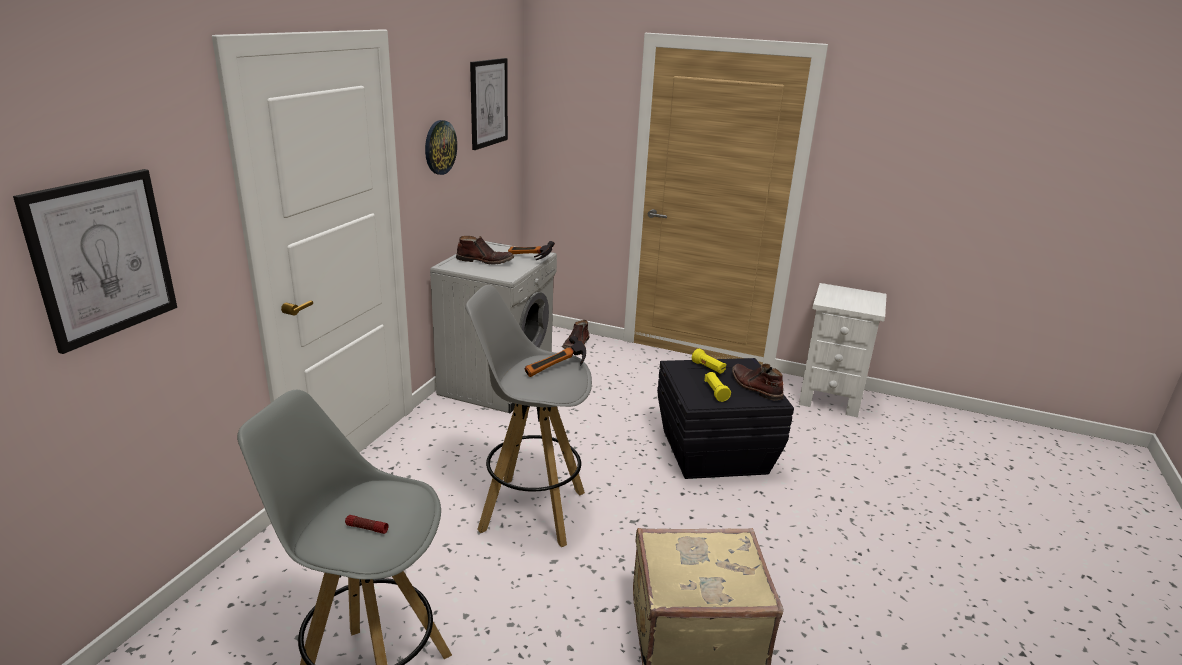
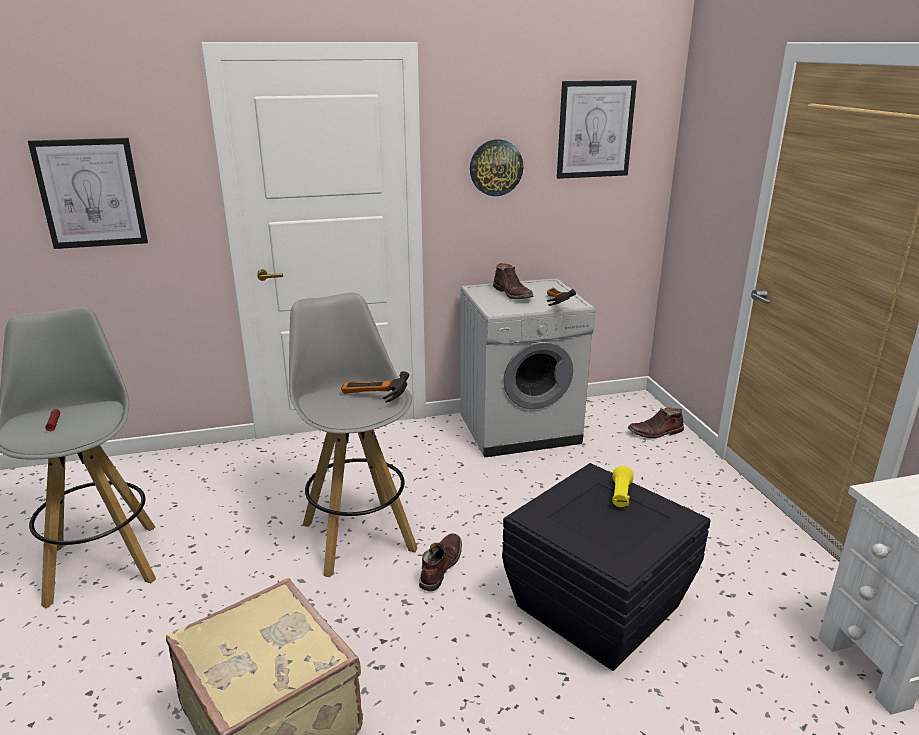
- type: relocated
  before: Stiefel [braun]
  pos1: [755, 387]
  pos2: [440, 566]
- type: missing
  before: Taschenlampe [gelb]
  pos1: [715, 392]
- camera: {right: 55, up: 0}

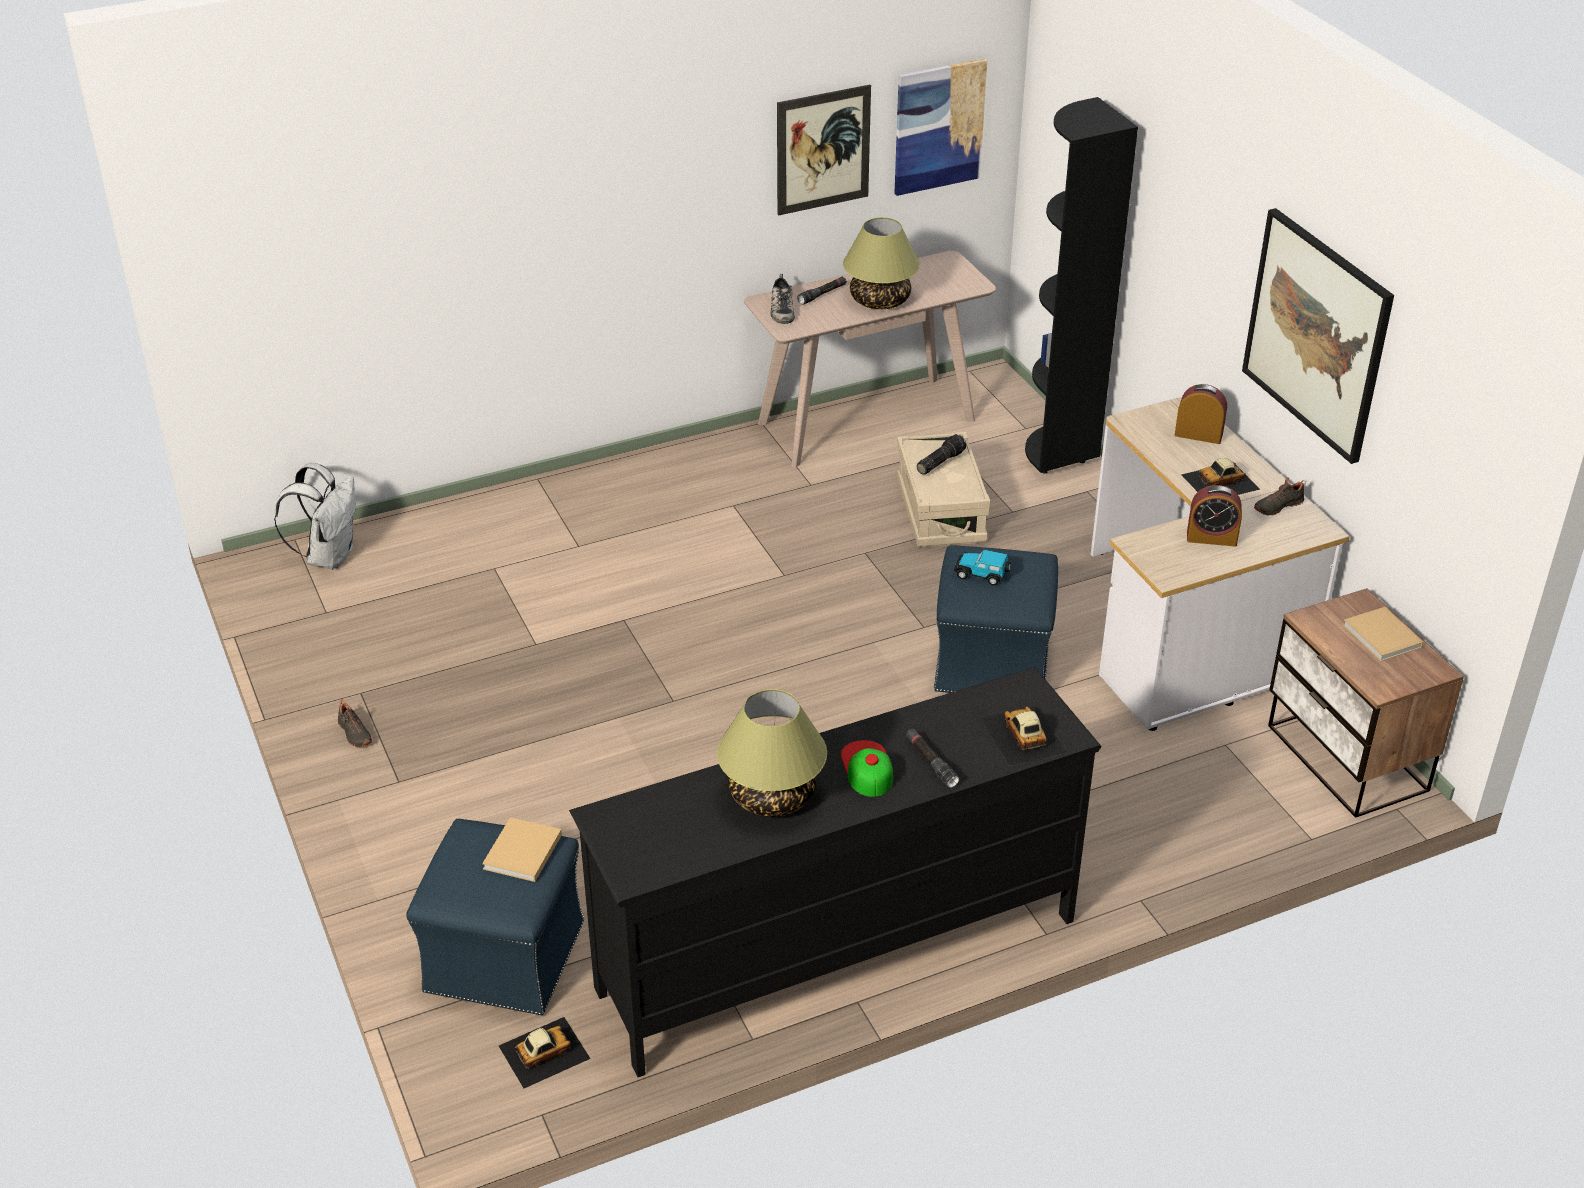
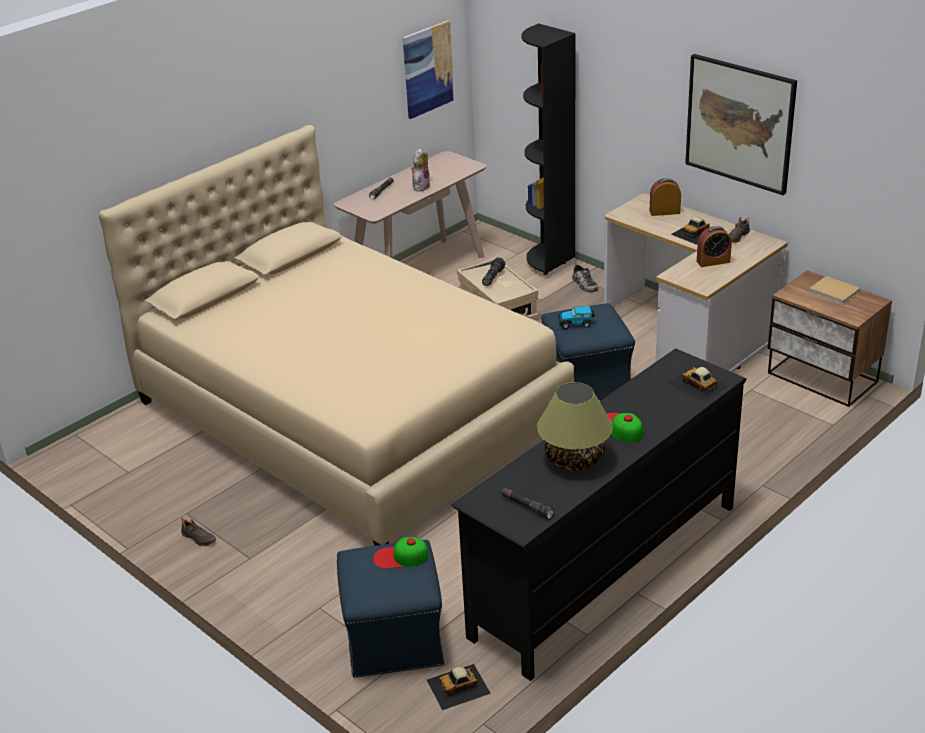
- type: missing
  before: Bild
  pos1: [823, 150]
- type: exchanged
  before: Tischlampe
  after: Plüschtier
  pos1: [880, 301]
  pos2: [421, 186]
- type: relocated
  before: Schuh
  pos1: [781, 309]
  pos2: [583, 284]
- type: missing
  before: Rucksack [weiß]
  pos1: [329, 556]
- type: relocated
  before: Taschenlampe [schwarz]
  pos1: [931, 762]
  pos2: [526, 506]
- type: exchanged
  before: Buch [beige]
  after: Kappe
  pos1: [521, 853]
  pos2: [400, 557]
- type: spun
  before: Spielzeugauto
  pos1: [543, 1052]
  pos2: [458, 686]
  turn: -150
- type: appeared
  after: Bett [beige]
  pos2: [350, 413]
- camera: {right: -20, up: -5}

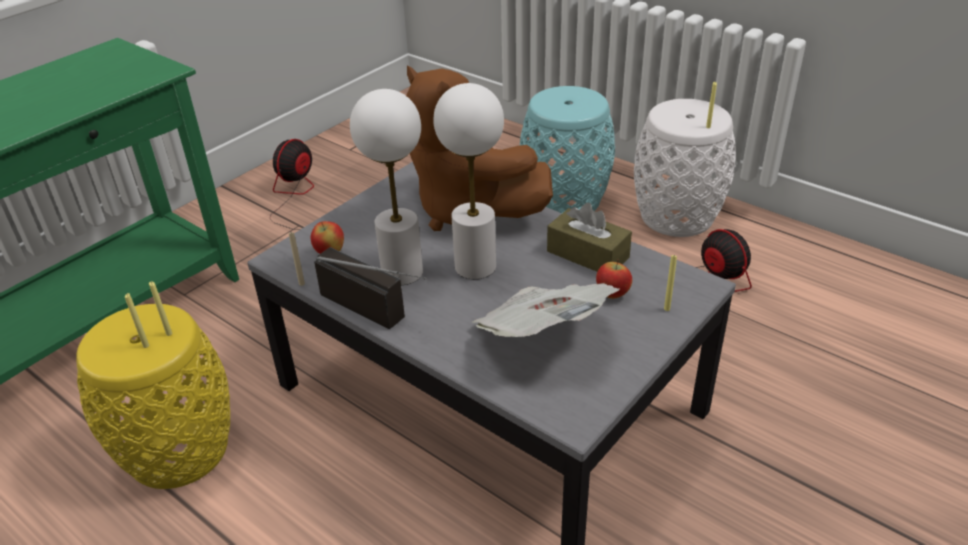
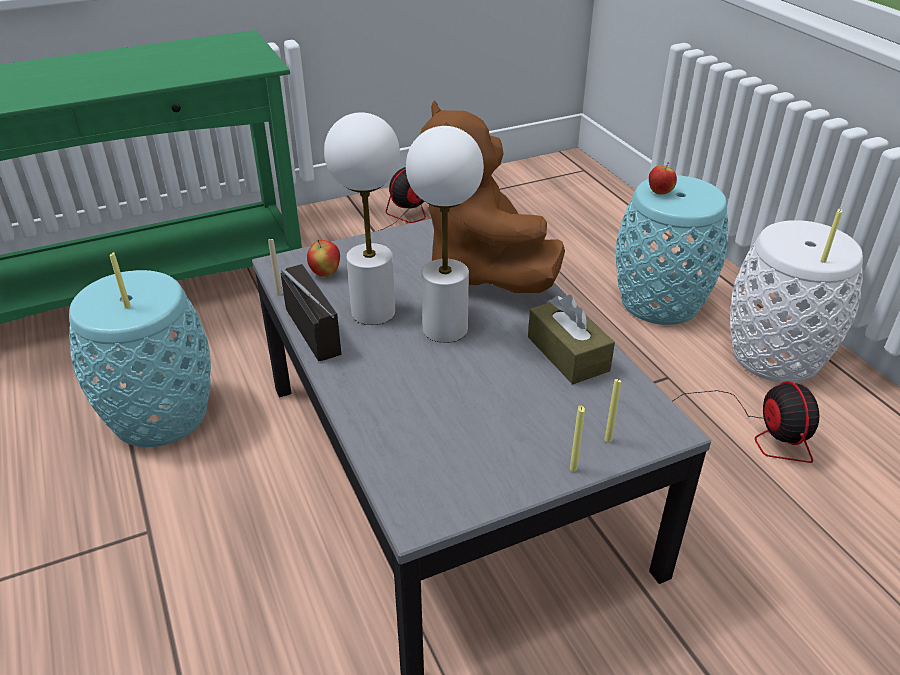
- type: relocated
  before: Apfel
  pos1: [612, 294]
  pos2: [660, 193]
- type: relocated
  before: Kerze [gelb]
  pos1: [169, 334]
  pos2: [573, 468]
- type: missing
  before: Zeitung
  pos1: [542, 335]
- type: colour
  before: Hocker [gelb]
  after: Hocker [türkis]
  pos1: [178, 451]
  pos2: [160, 415]
- camera: {right: 25, up: 0}

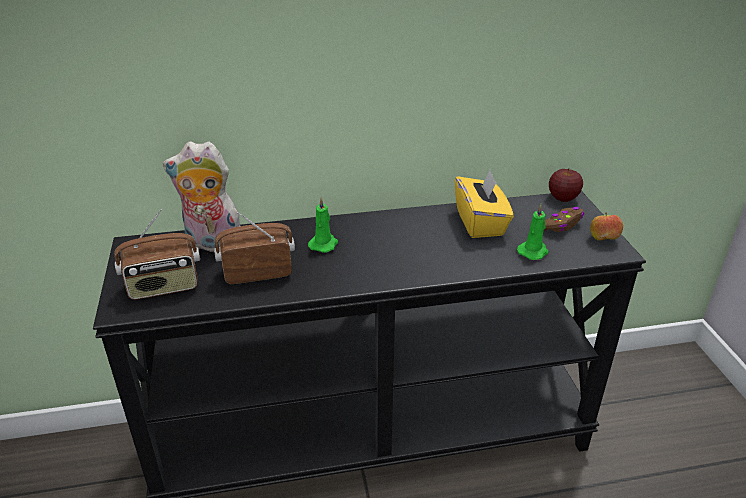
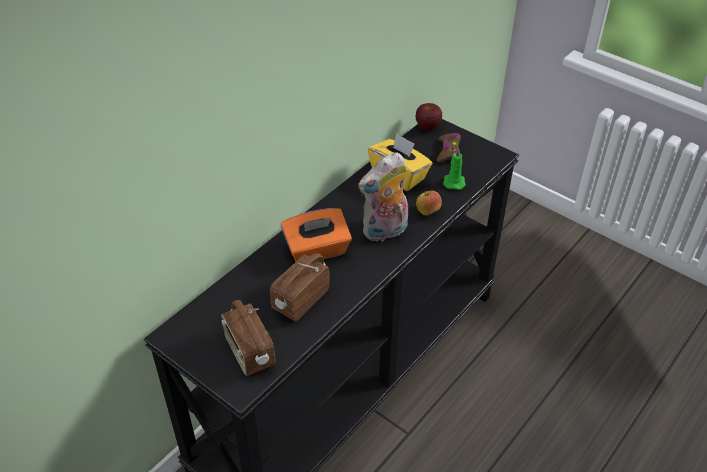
- type: relocated
  before: Plüschtier
  pos1: [211, 244]
  pos2: [385, 232]
- type: exchanged
  before: Kerze [grün]
  after: Taschentuchbox [orange]
  pos1: [324, 244]
  pos2: [317, 251]
- type: spun
  before: Radio
  pos1: [163, 287]
  pos2: [249, 352]
  turn: 120
- type: relocated
  before: Apfel
  pos1: [603, 239]
  pos2: [427, 211]
- camera: {right: -40, up: 10}

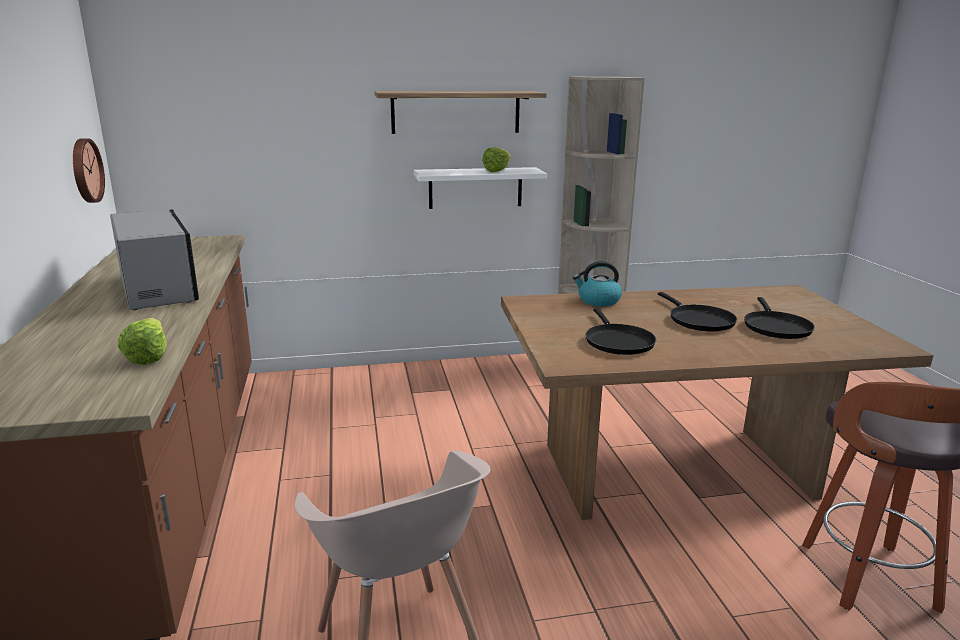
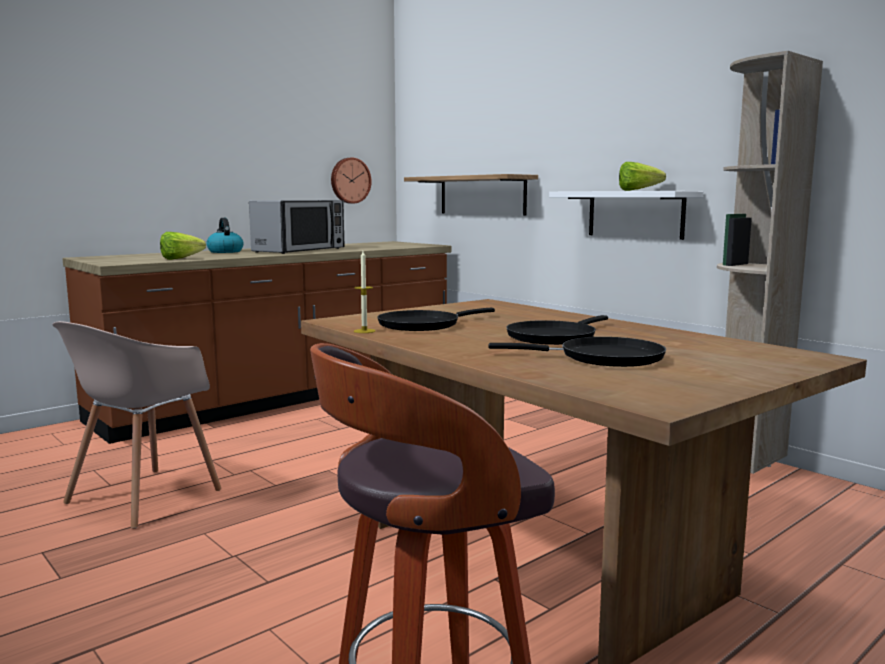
- type: relocated
  before: Wandregal
  pos1: [456, 112]
  pos2: [482, 195]
- type: relocated
  before: Wasserkessel
  pos1: [598, 301]
  pos2: [225, 251]
- type: spun
  before: Pfanne [schwarz]
  pos1: [775, 327]
  pos2: [603, 358]
  turn: -150
- type: appeared
  after: Kerze
  pos2: [364, 331]
- camera: {right: 60, up: -10}

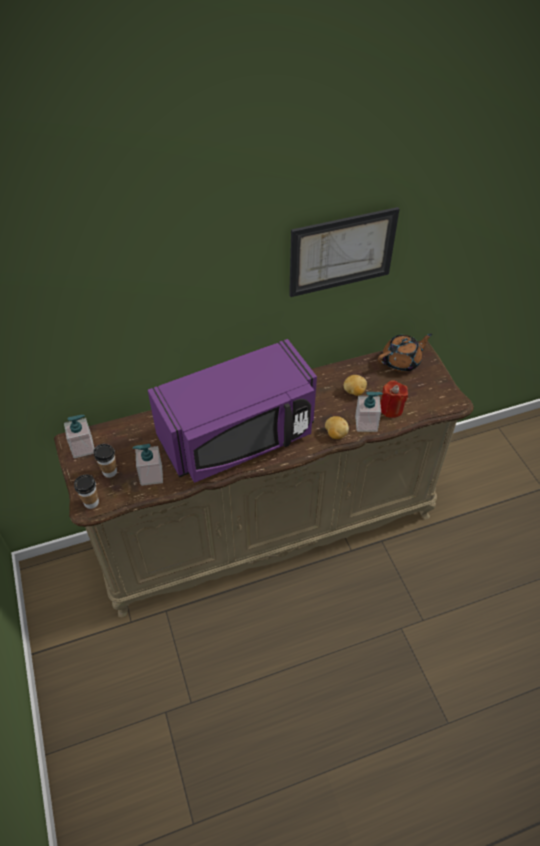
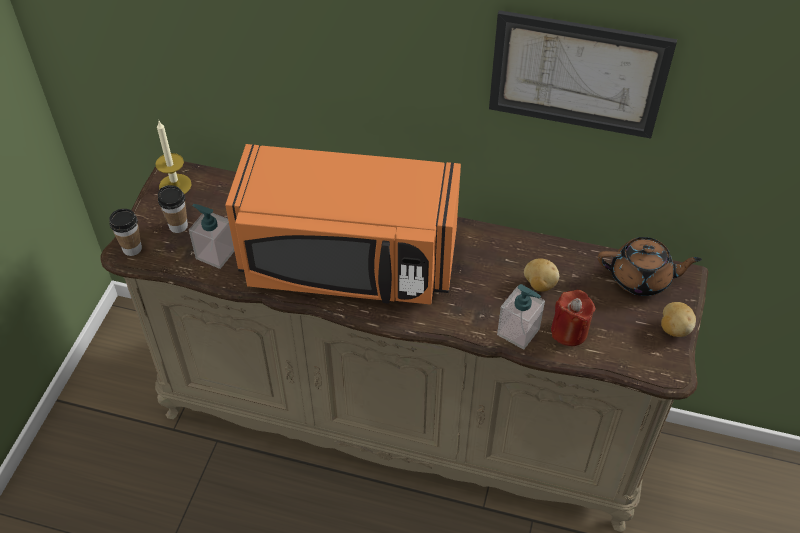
- type: colour
  before: Mikrowelle [lila]
  after: Mikrowelle [orange]
  pos1: [239, 437]
  pos2: [348, 263]
- type: exchanged
  before: Seifenspender
  after: Kerze
  pos1: [83, 448]
  pos2: [175, 185]
- type: relocated
  before: Kartoffel
  pos1: [335, 434]
  pos2: [674, 328]
- camera: {right: 35, up: 0}

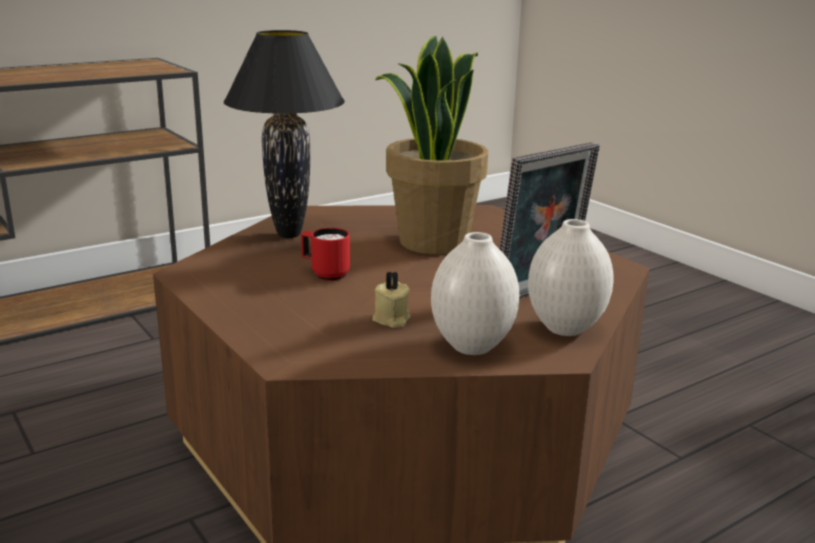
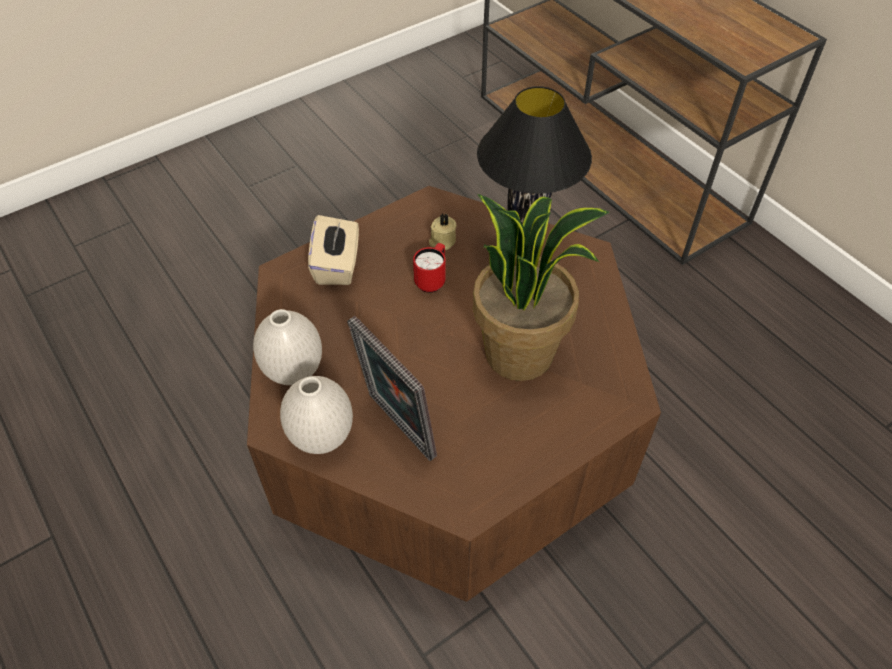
- type: relocated
  before: Kerze [beige]
  pos1: [391, 320]
  pos2: [442, 241]
- type: appeared
  after: Taschentuchbox [beige]
  pos2: [337, 265]
- camera: {right: 90, up: 30}

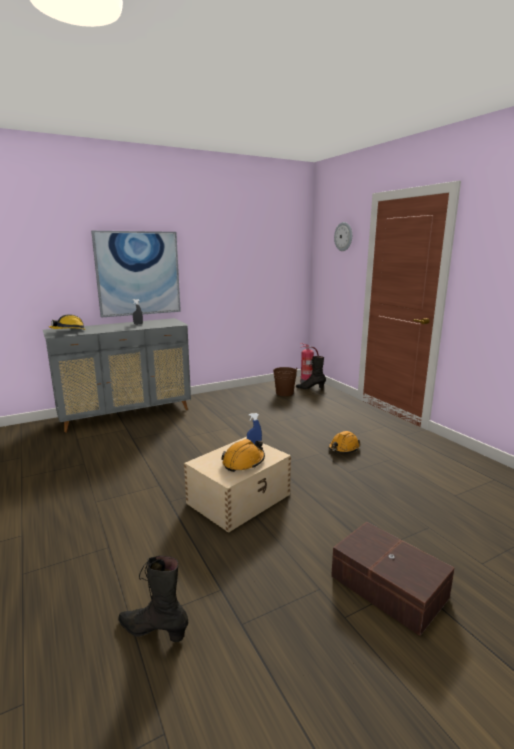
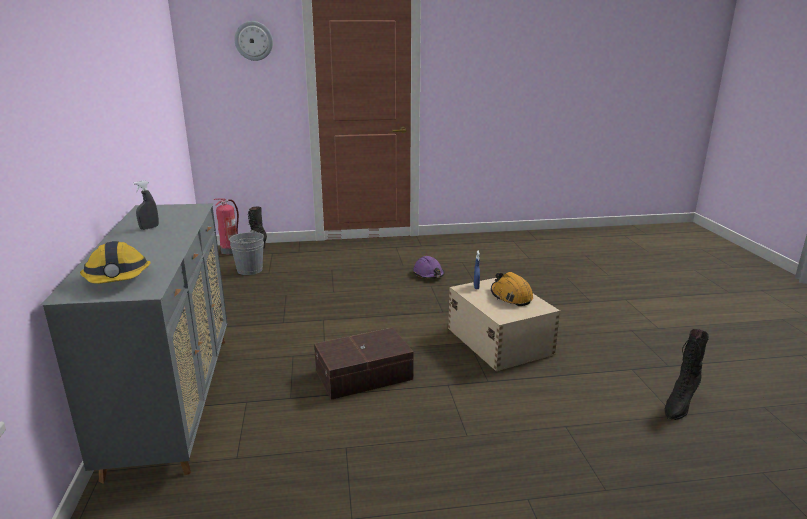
- type: missing
  before: Bild
  pos1: [138, 273]
- type: colour
  before: Eimer [braun]
  after: Eimer [grau]
  pos1: [284, 393]
  pos2: [249, 270]
- type: colour
  before: Schutzhelm [orange]
  after: Schutzhelm [lila]
  pos1: [343, 448]
  pos2: [428, 274]
- type: relocated
  before: Aufbewahrungsbox [braun]
  pos1: [388, 588]
  pos2: [365, 375]
- camera: {right: -70, up: 5}

